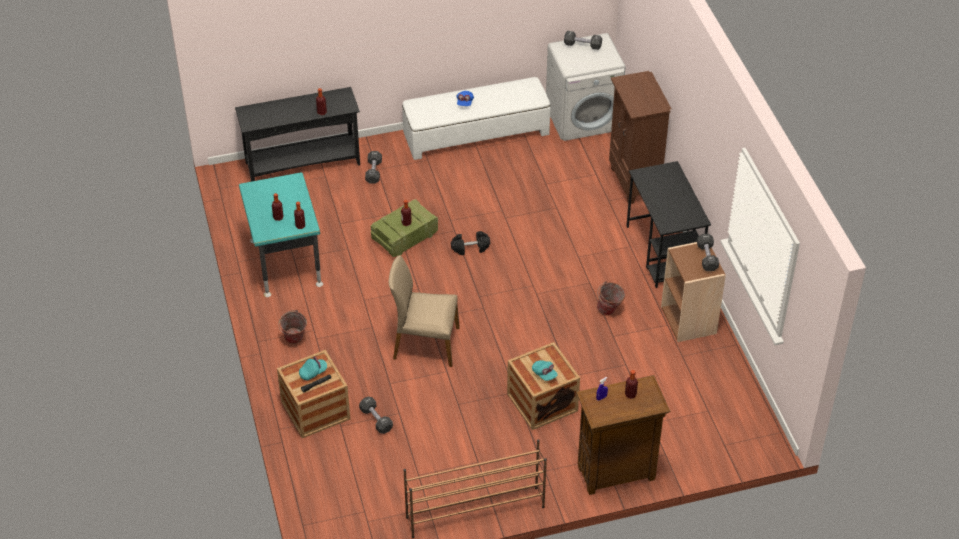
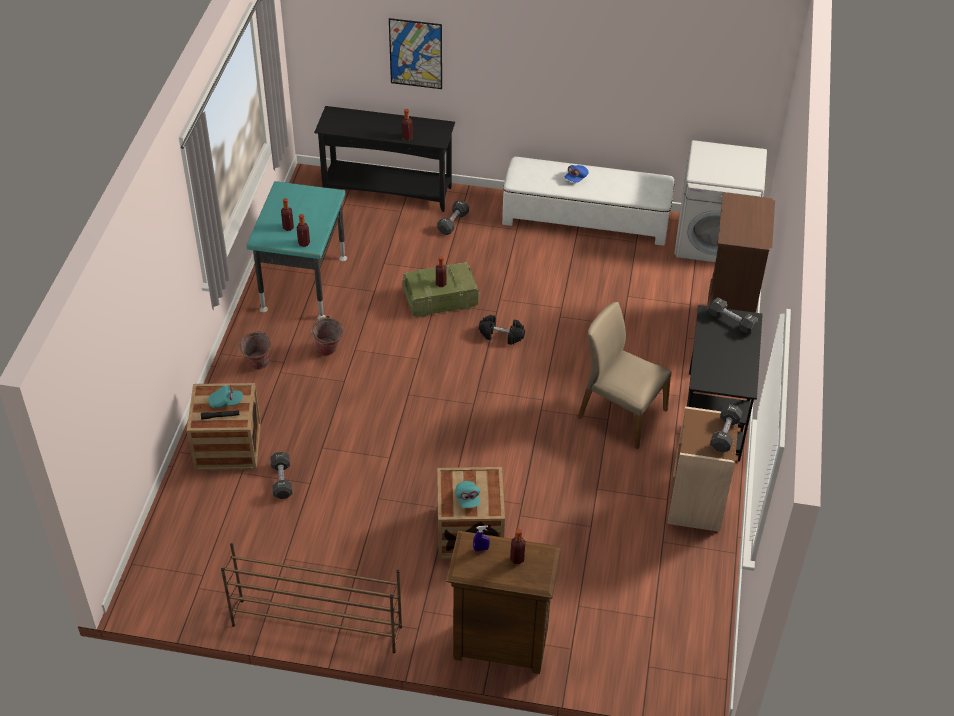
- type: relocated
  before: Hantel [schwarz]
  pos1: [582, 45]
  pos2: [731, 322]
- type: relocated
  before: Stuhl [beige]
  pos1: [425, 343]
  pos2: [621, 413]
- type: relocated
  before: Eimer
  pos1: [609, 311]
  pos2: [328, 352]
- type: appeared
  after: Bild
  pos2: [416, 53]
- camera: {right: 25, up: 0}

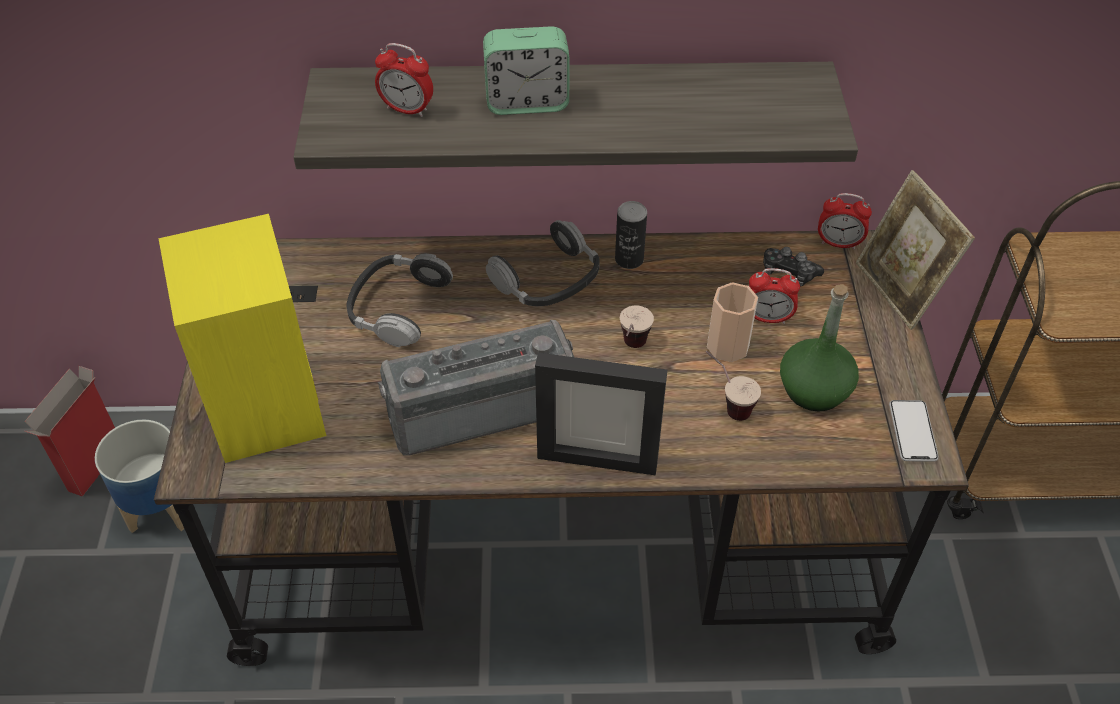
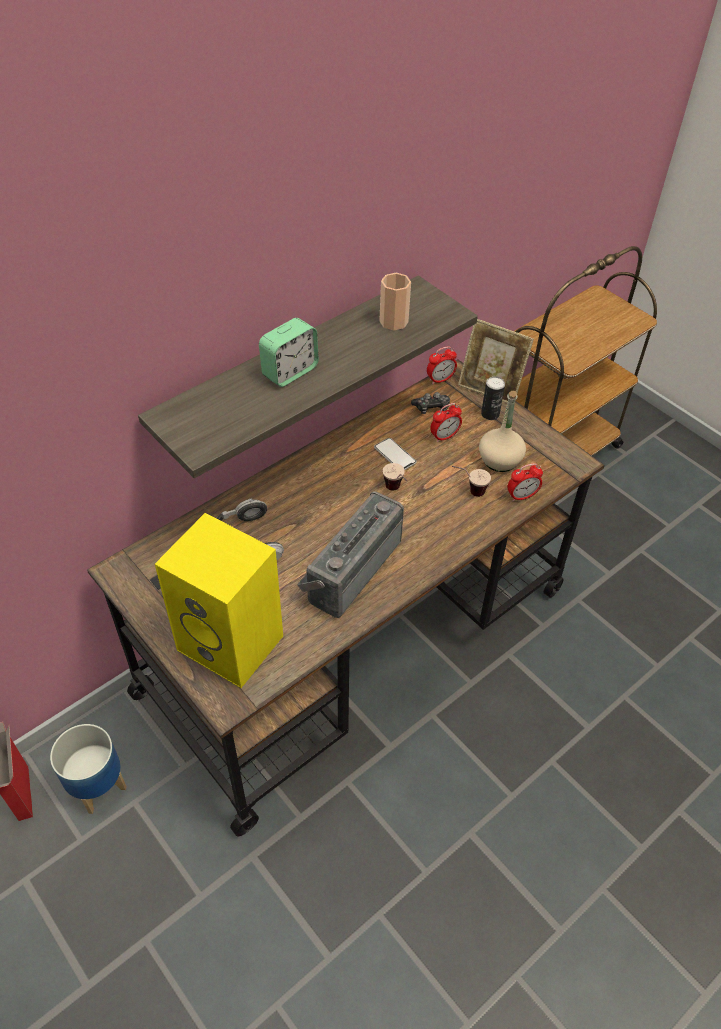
- type: relocated
  before: Wecker
  pos1: [407, 109]
  pos2: [522, 496]
- type: relocated
  before: Dose
  pos1: [629, 259]
  pos2: [490, 414]
- type: missing
  before: Kopfhörer
  pos1: [548, 279]
- type: relocated
  before: Tasse
  pos1: [728, 346]
  pos2: [393, 321]
- type: colour
  before: Flasche [grün]
  after: Flasche [beige]
  pos1: [814, 390]
  pos2: [500, 460]
- type: missing
  before: Bilderrahmen
  pos1: [597, 458]
- type: relocated
  before: Handy
  pos1: [912, 431]
  pos2: [395, 455]
- camera: {right: -40, up: 0}

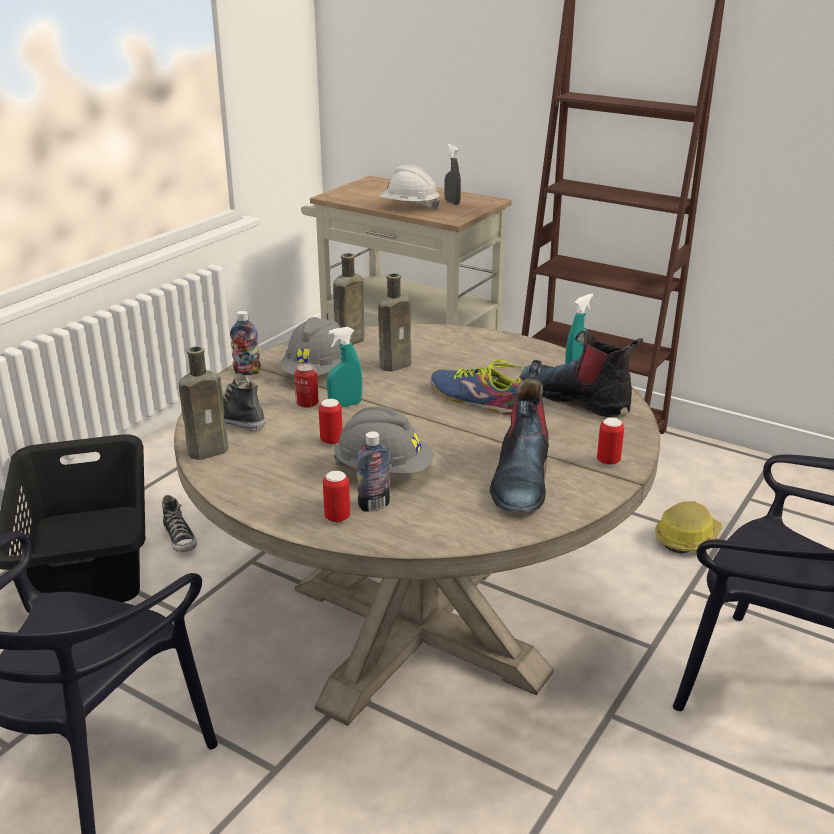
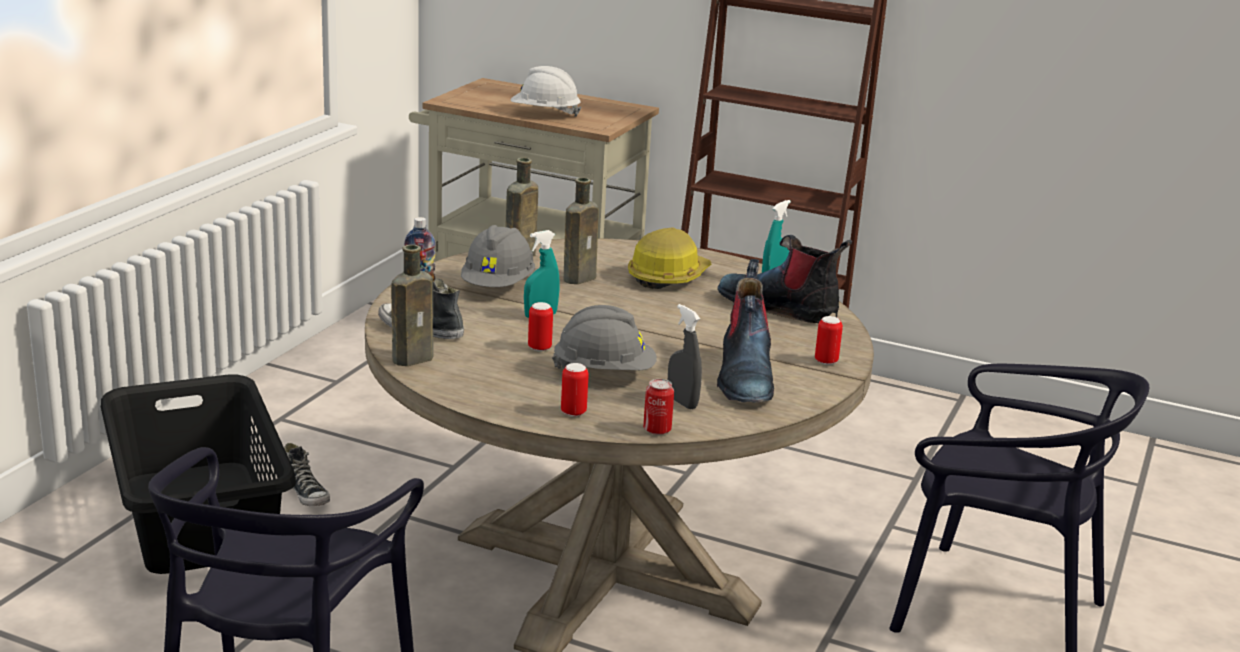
- type: relocated
  before: Sprühflasche [grau]
  pos1: [452, 202]
  pos2: [682, 402]
- type: missing
  before: Schuh
  pos1: [476, 399]
- type: relocated
  before: Dose
  pos1: [307, 404]
  pos2: [657, 430]
- type: missing
  before: Flasche
  pos1: [374, 505]
- type: relocated
  before: Schutzhelm
  pos1: [687, 538]
  pos2: [668, 277]
- camera: {right: -10, up: -5}

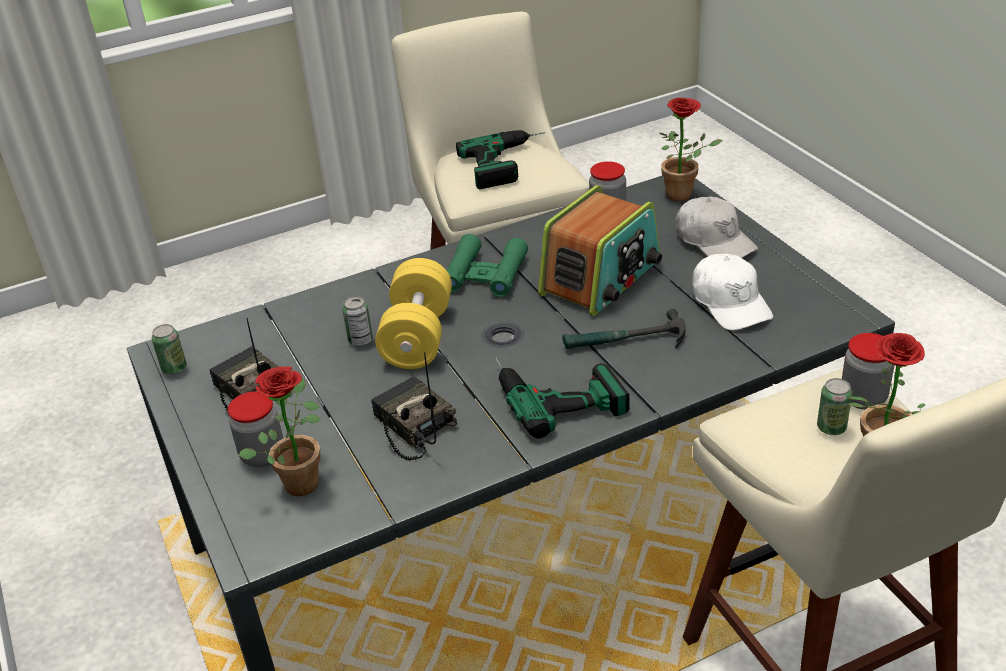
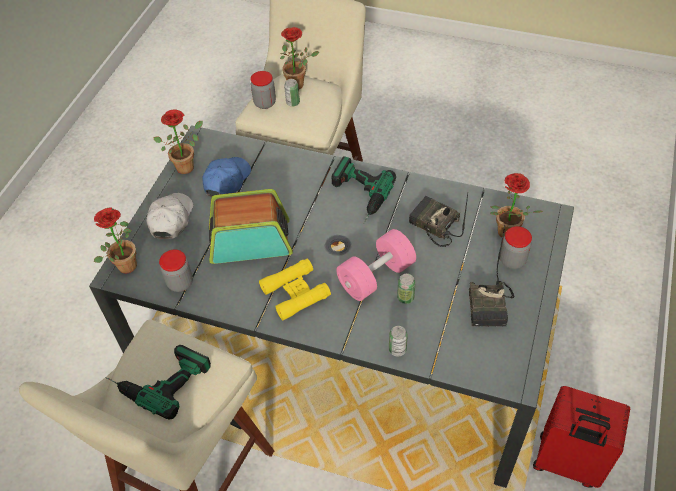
- type: colour
  before: Fernglas [grün]
  after: Fernglas [gelb]
  pos1: [485, 274]
  pos2: [295, 292]
- type: colour
  before: Kappe [weiß]
  after: Kappe [blau]
  pos1: [730, 303]
  pos2: [227, 181]
- type: colour
  before: Hantel [gelb]
  after: Hantel [rosa]
  pos1: [418, 336]
  pos2: [376, 276]
- type: missing
  before: Hammer
  pos1: [625, 341]
- type: relocated
  before: Dose
  pos1: [174, 368]
  pos2: [397, 349]
- type: spun
  before: Radio
  pos1: [412, 426]
  pos2: [433, 225]
  turn: 120
- type: appeared
  after: Topfpflanze
  pos2: [187, 165]
- type: appeared
  after: Koffer [rot]
  pos2: [567, 463]
- camera: {right: -135, up: 15}

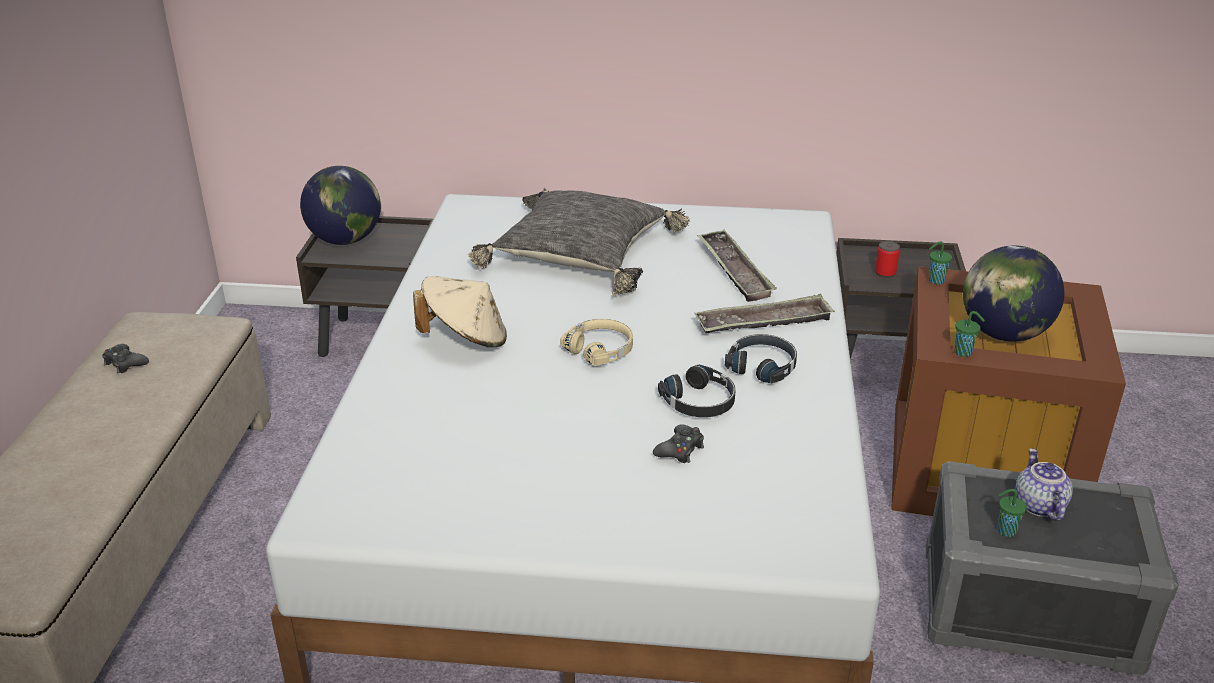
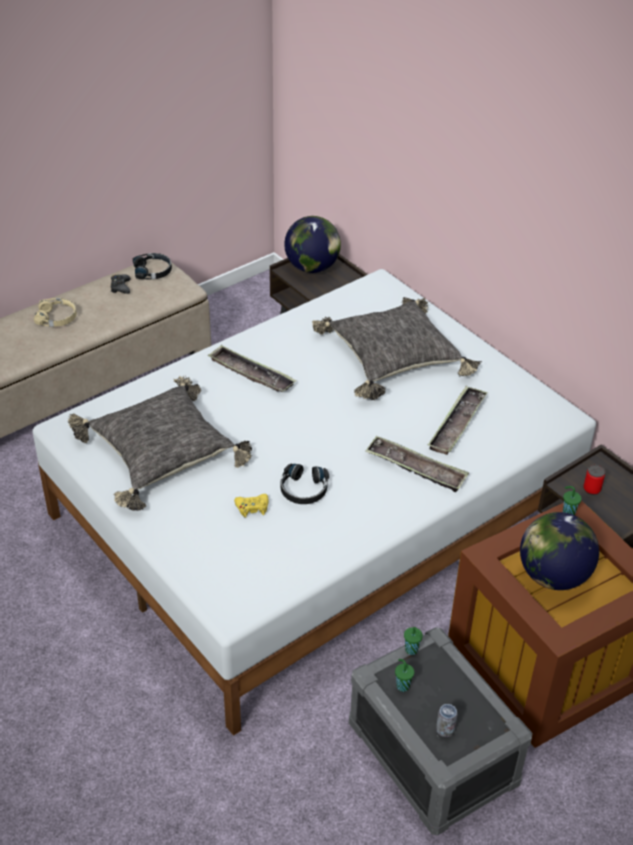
- type: exchanged
  before: Hut [beige]
  after: Tablett
  pos1: [465, 339]
  pos2: [251, 374]
- type: relocated
  before: Tasse [grün]
  pos1: [964, 353]
  pos2: [412, 650]
- type: relocated
  before: Kopfhörer [beige]
  pos1: [600, 349]
  pos2: [57, 317]
- type: relocated
  before: Kopfhörer [schwarz]
  pos1: [762, 366]
  pos2: [153, 271]
- type: colour
  before: Gamepad [schwarz]
  after: Gamepad [gelb]
  pos1: [680, 450]
  pos2: [252, 508]
- type: missing
  before: Teekanne
  pos1: [1038, 505]
- type: appeared
  after: Kissen
  pos2: [160, 449]
- type: appeared
  after: Dose
  pos2: [445, 729]
- camera: {right: 45, up: 10}

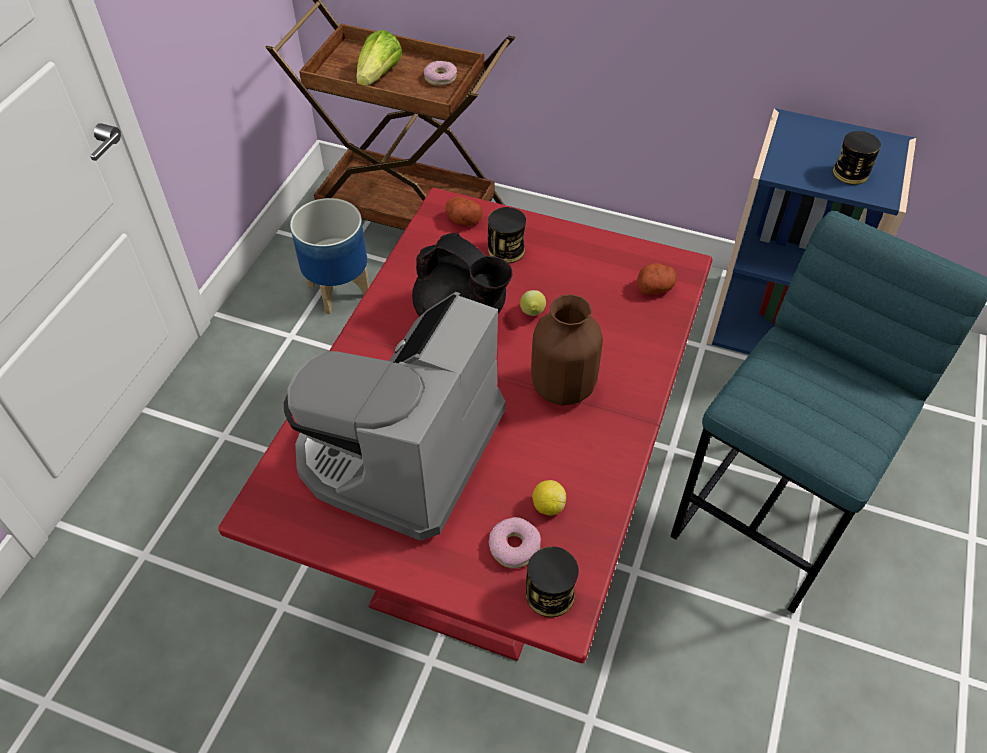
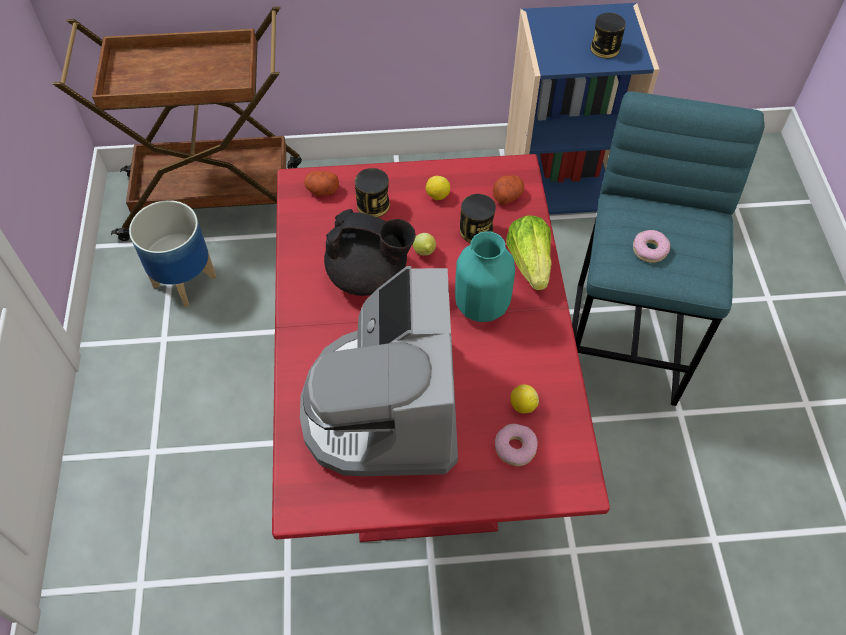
- type: relocated
  before: Salatkopf
  pos1: [379, 76]
  pos2: [530, 263]
- type: relocated
  before: Donut
  pos1: [440, 78]
  pos2: [649, 250]
- type: colour
  before: Vase [braun]
  after: Vase [türkis]
  pos1: [564, 387]
  pos2: [482, 304]
- type: relocated
  before: Dose
  pos1: [550, 594]
  pos2: [476, 231]
- type: appeared
  after: Zitrone
  pos2: [437, 195]
- camera: {right: -25, up: 5}

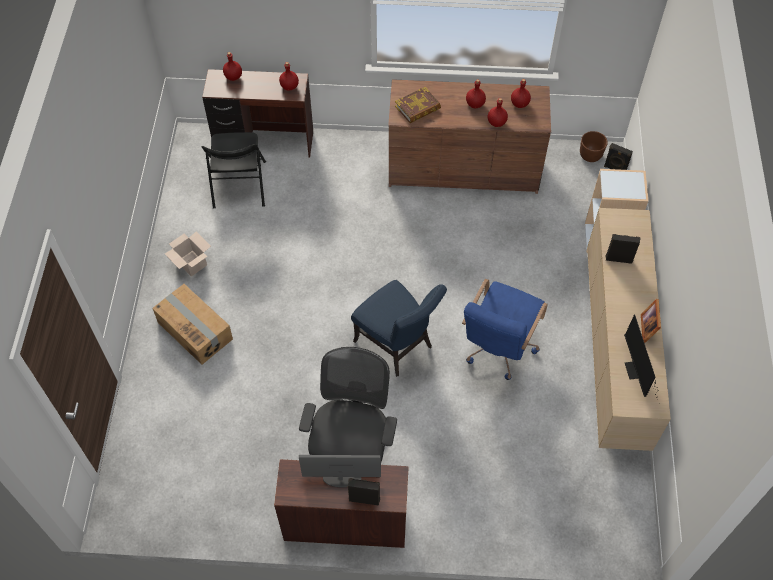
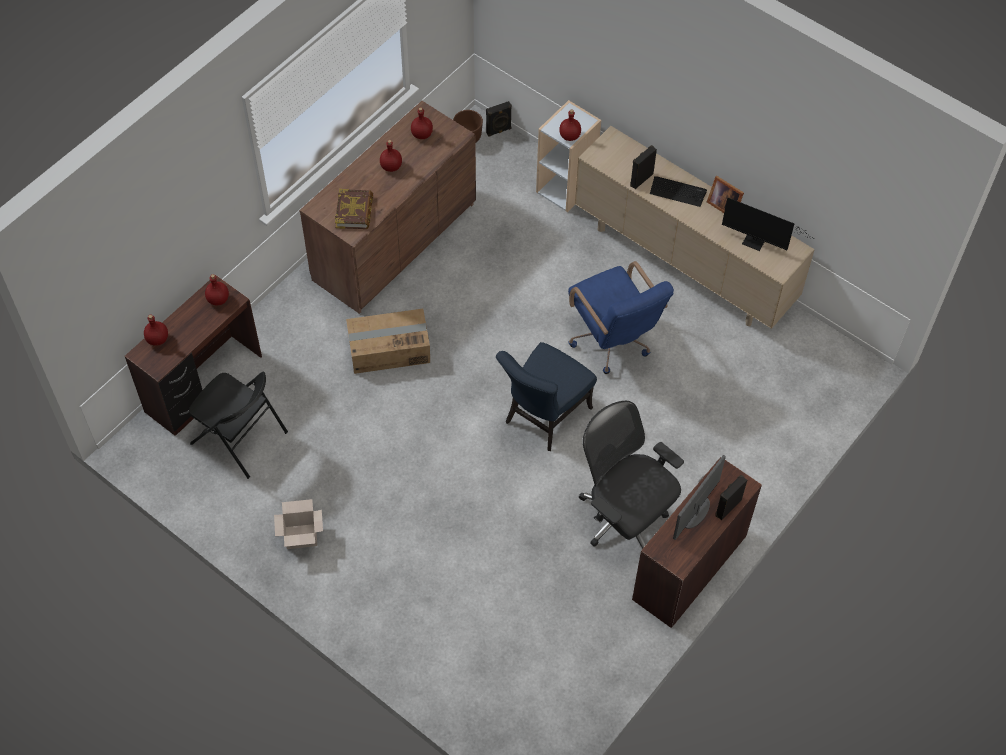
- type: relocated
  before: Flasche [rot]
  pos1: [496, 123]
  pos2: [570, 136]
- type: spun
  before: Stuhl [blau]
  pos1: [397, 346]
  pos2: [544, 417]
  turn: 135
- type: relocated
  before: Karton
  pos1: [195, 330]
  pos2: [389, 349]
- type: appeared
  after: Tastatur
  pos2: [677, 192]
- camera: {right: -55, up: 0}

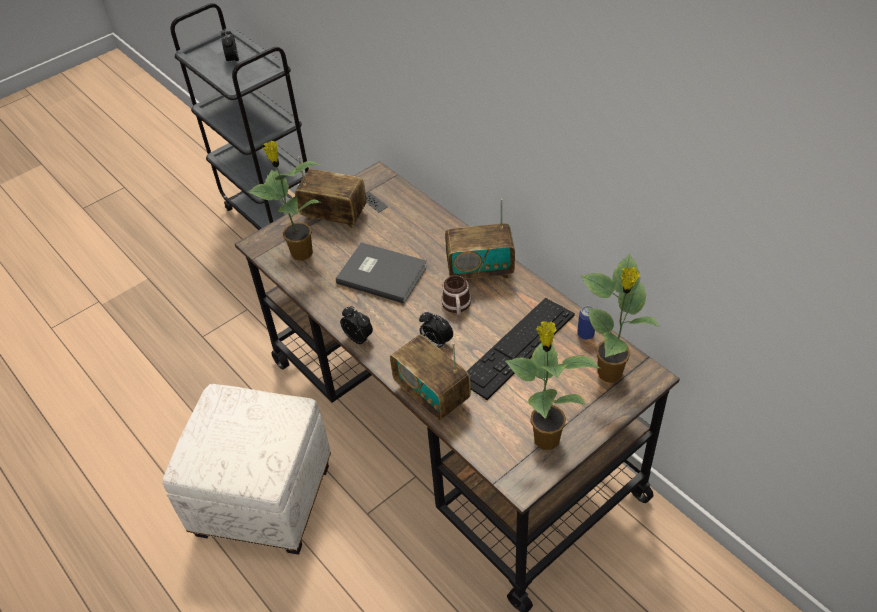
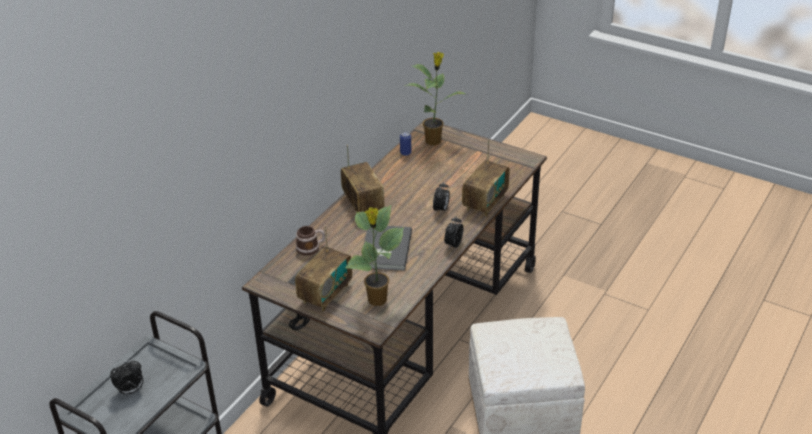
- type: spun
  before: Radio
  pos1: [334, 216]
  pos2: [325, 293]
  turn: -150
- type: relocated
  before: Henkelbecher
  pos1: [457, 306]
  pos2: [311, 248]
- type: missing
  before: Tastatur
  pos1: [517, 347]
- type: missing
  before: Topfpflanze
  pos1: [545, 437]
- camera: {right: -110, up: -10}

